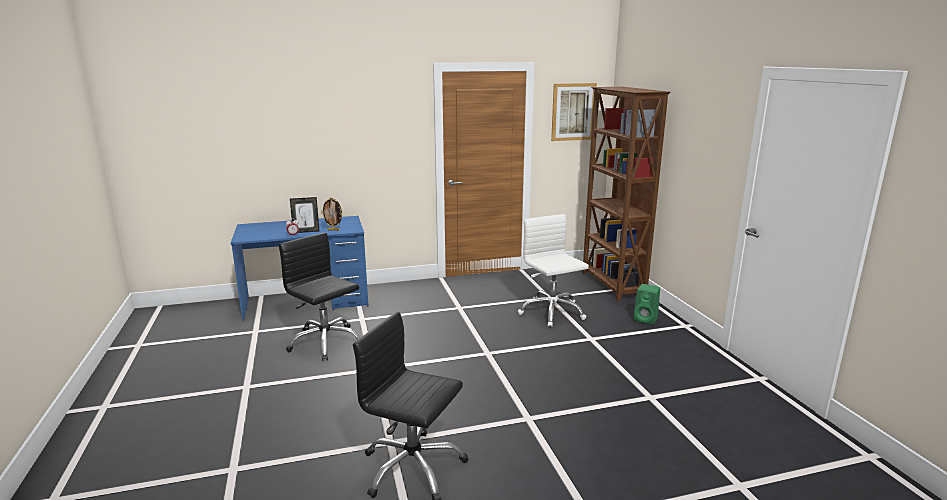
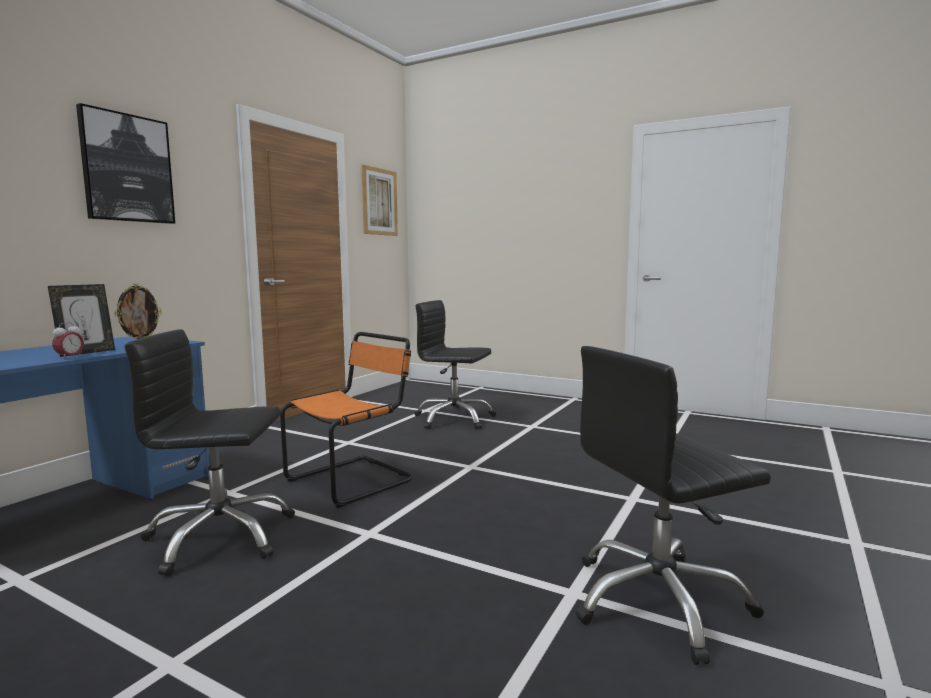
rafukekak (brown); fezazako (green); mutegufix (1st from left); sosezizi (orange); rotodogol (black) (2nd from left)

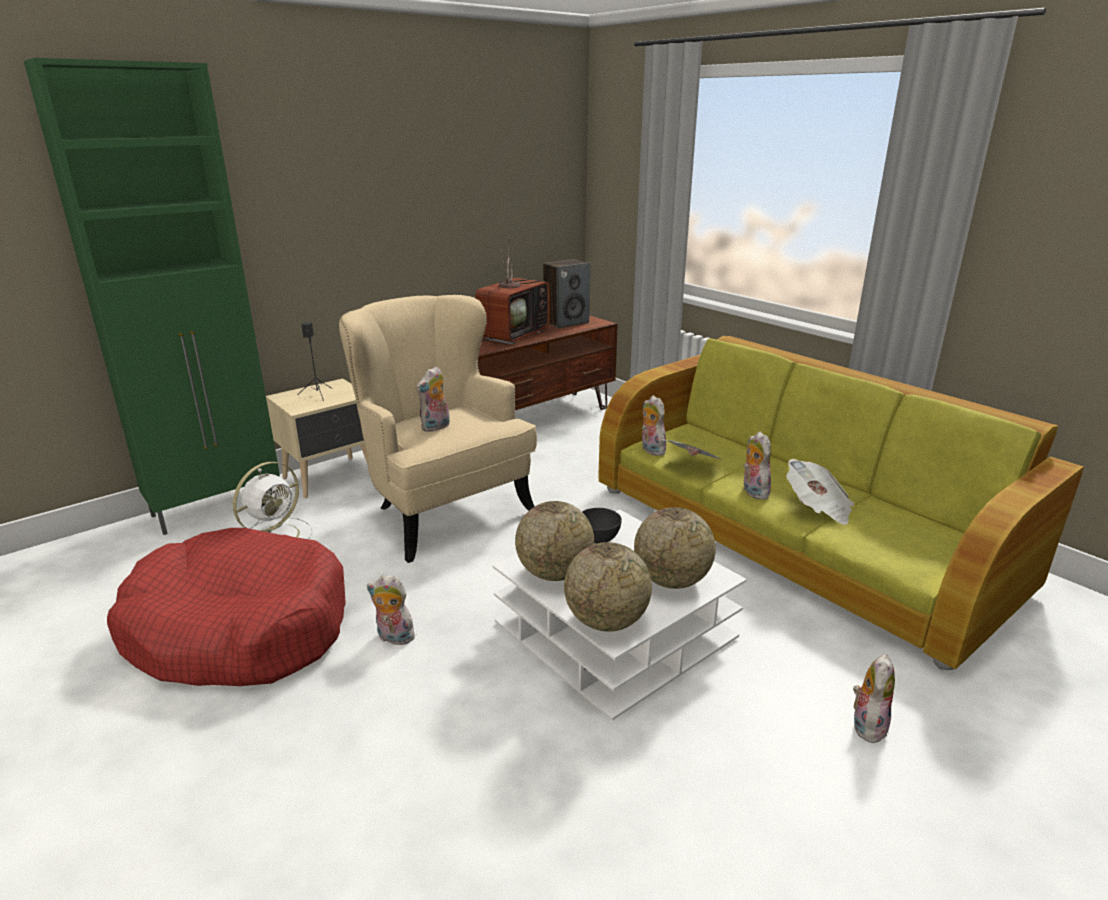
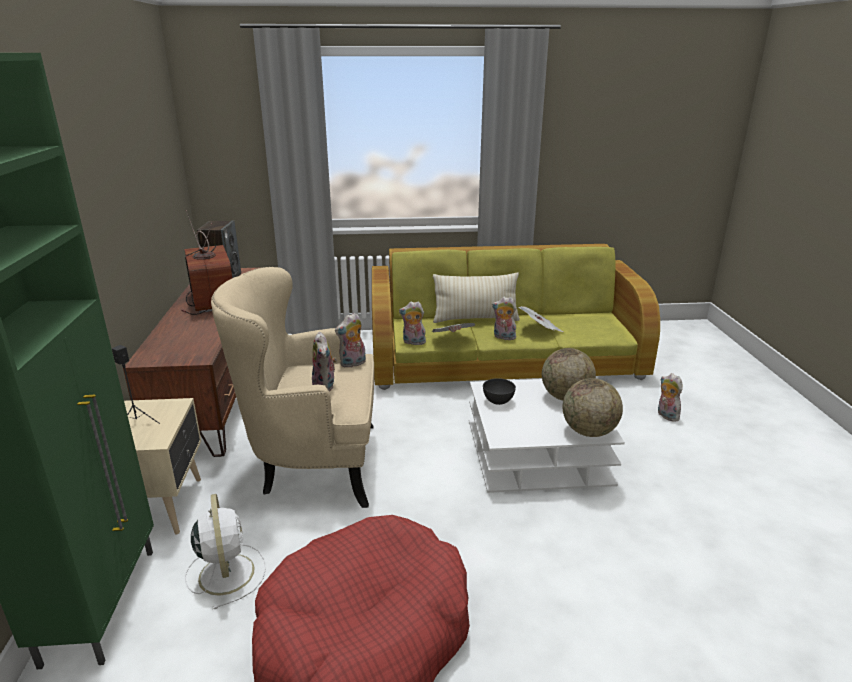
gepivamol (1st from left in the first image); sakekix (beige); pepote (2nd from left)

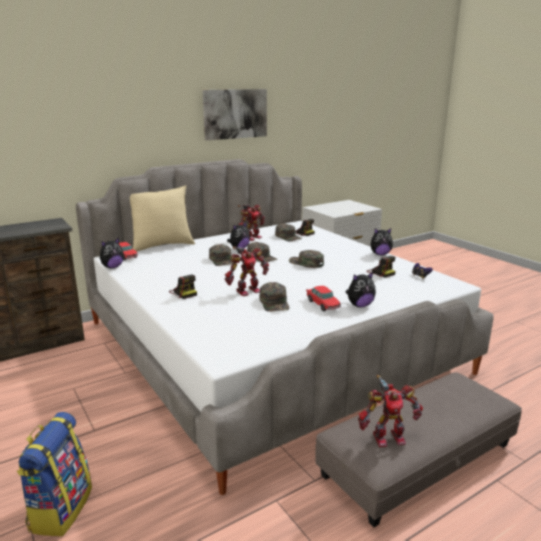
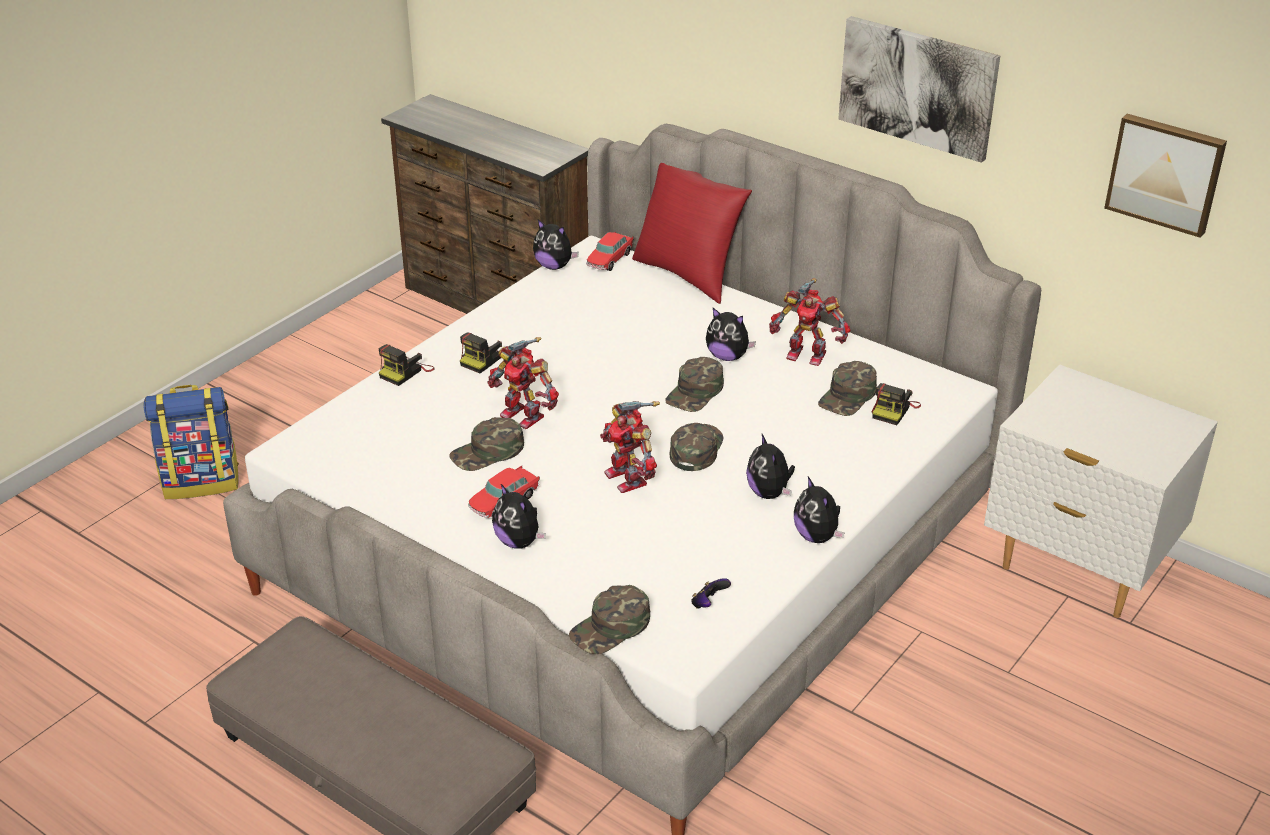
pepote (4th from left); mutegufix (2nd from left); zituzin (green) (2nd from left); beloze (2nd from left); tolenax (1st from left); sakekix (red)

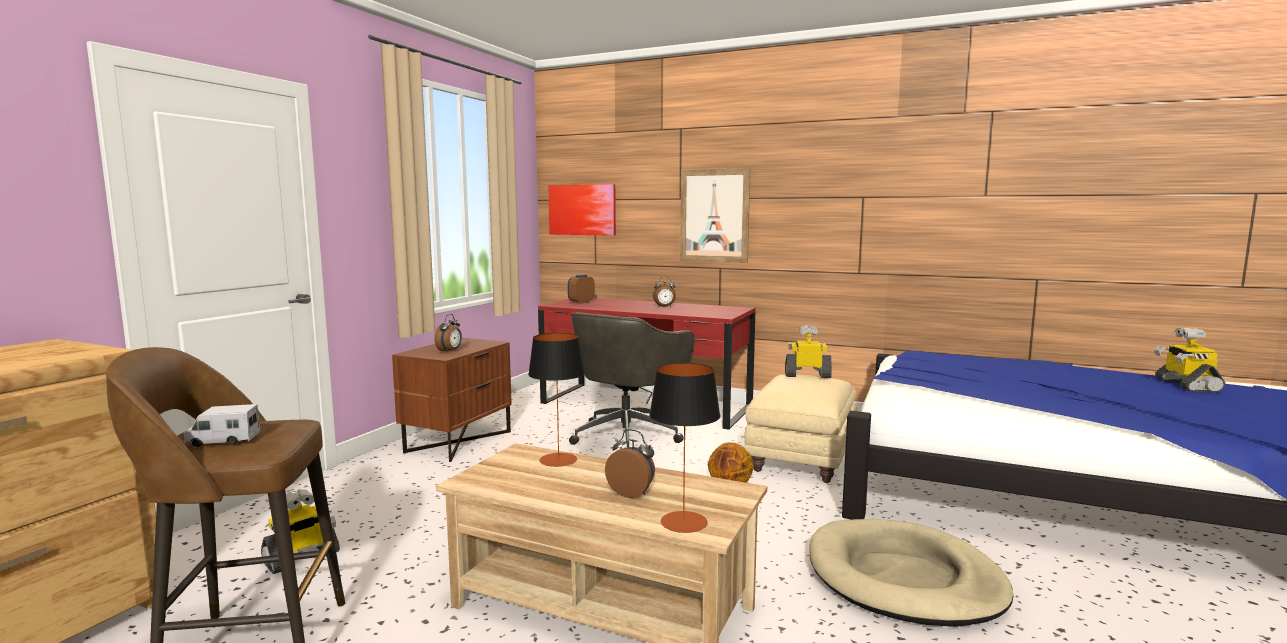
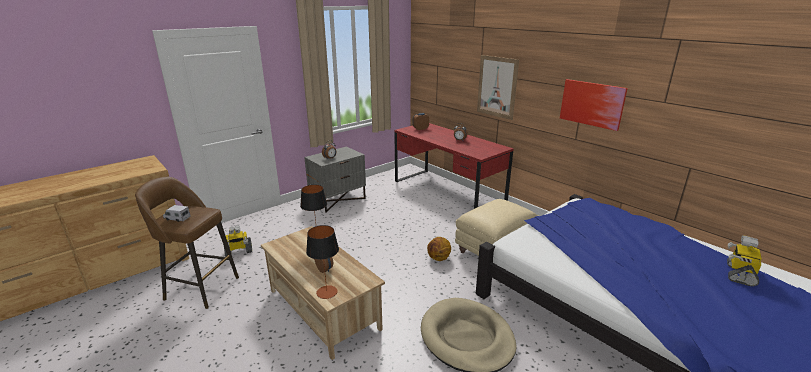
rotodogol (grey); beloze (2nd from left in the first image); mutegufix (2nd from left); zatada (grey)

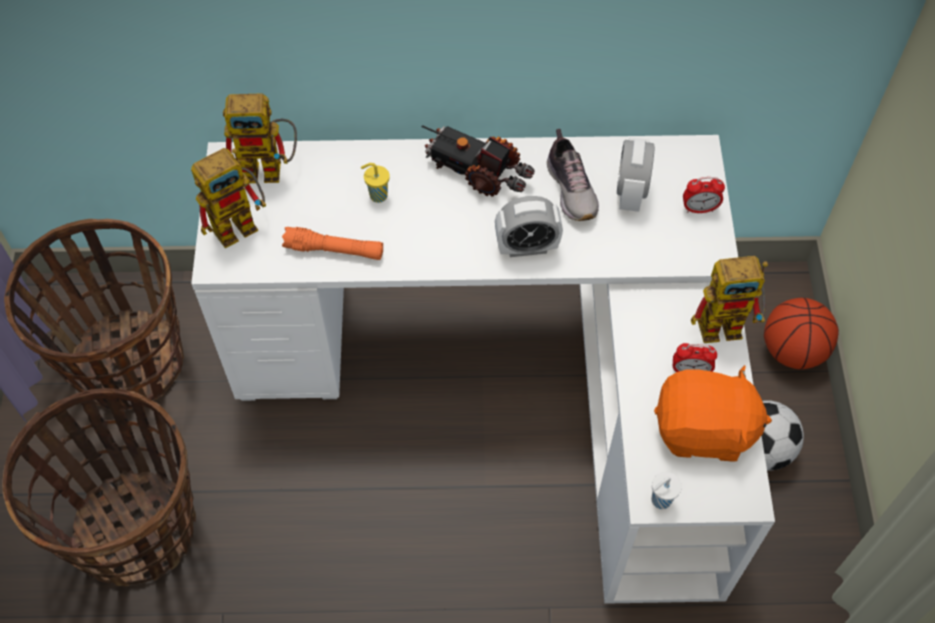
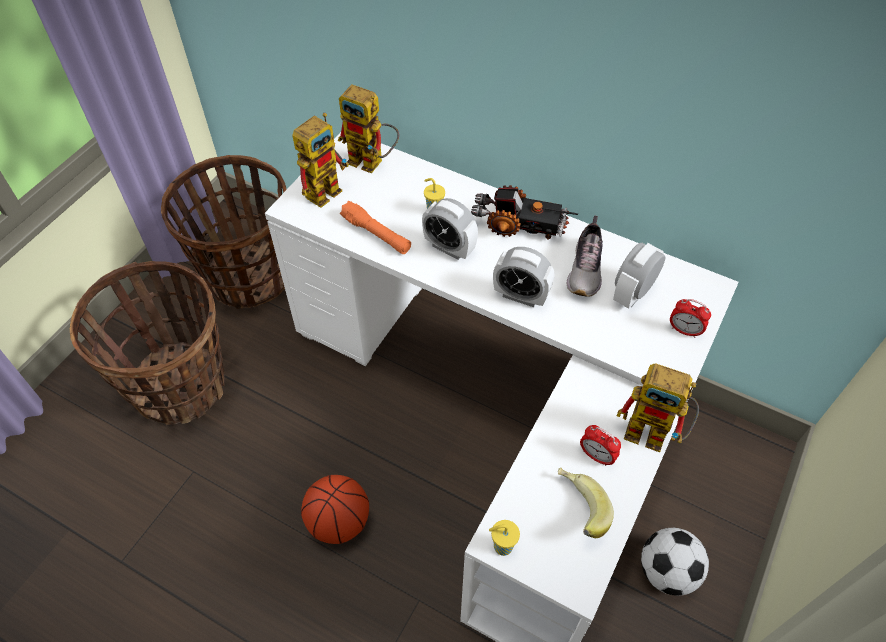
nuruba (1st from left); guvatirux; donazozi; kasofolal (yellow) (2nd from left); beloze (1st from left); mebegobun

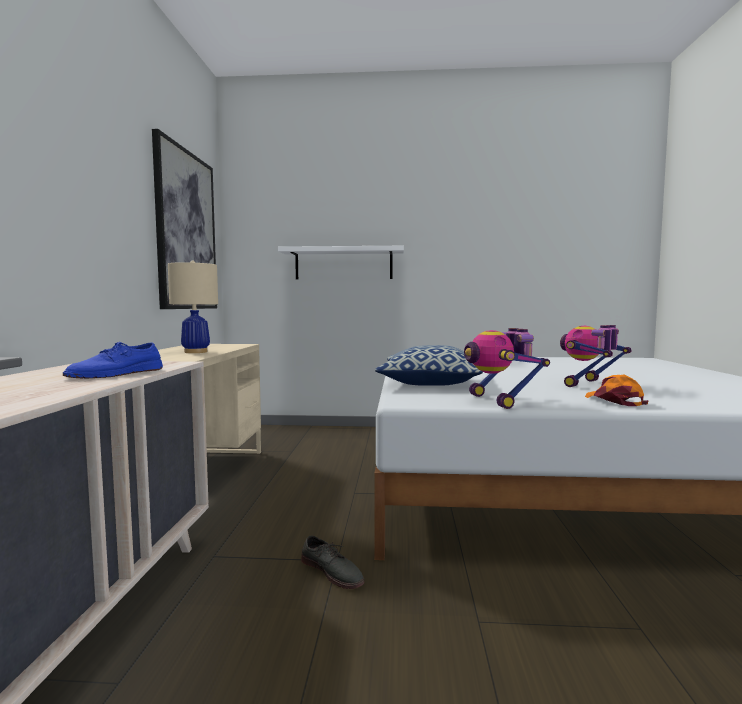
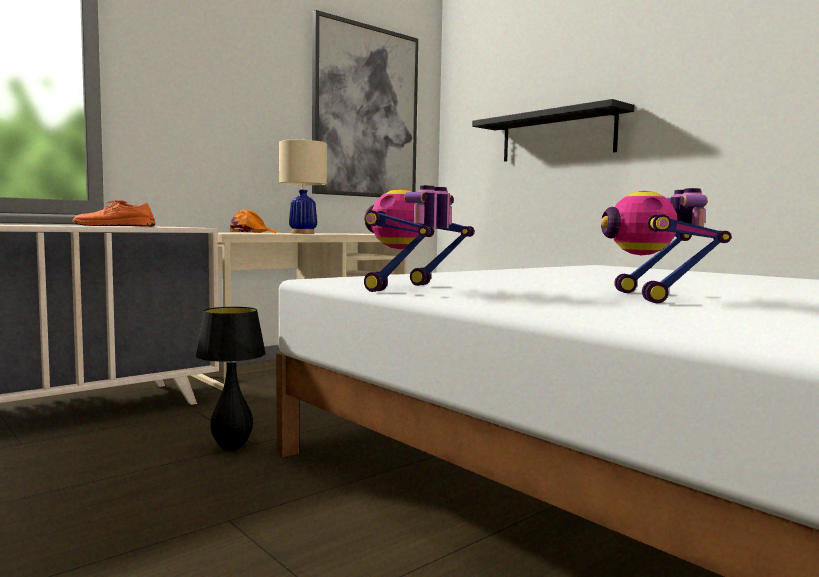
sakekix; zituzin (orange); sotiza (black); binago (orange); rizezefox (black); beloze (2nd from left)

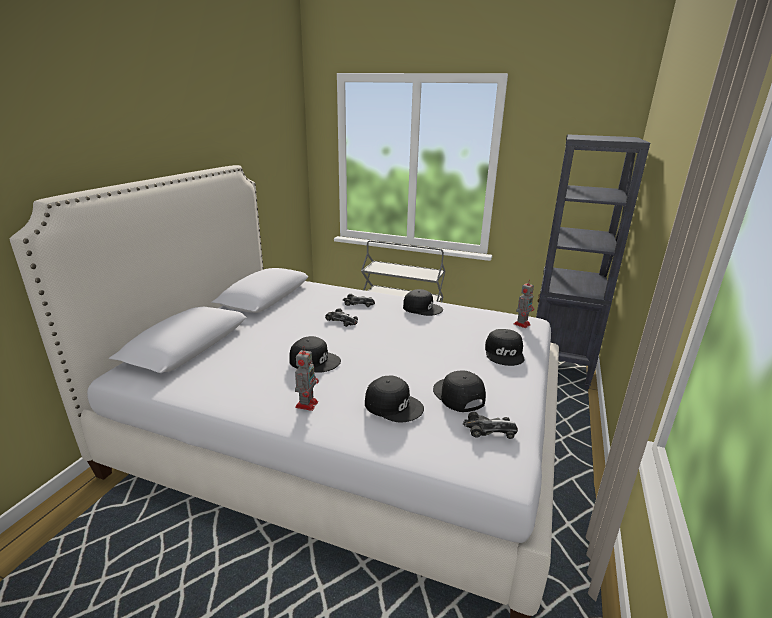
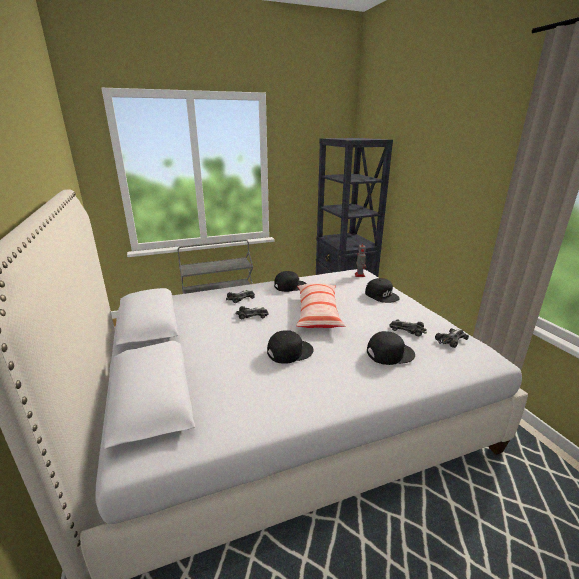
beloze (1st from left in the first image); sakekix; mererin (3rd from left)

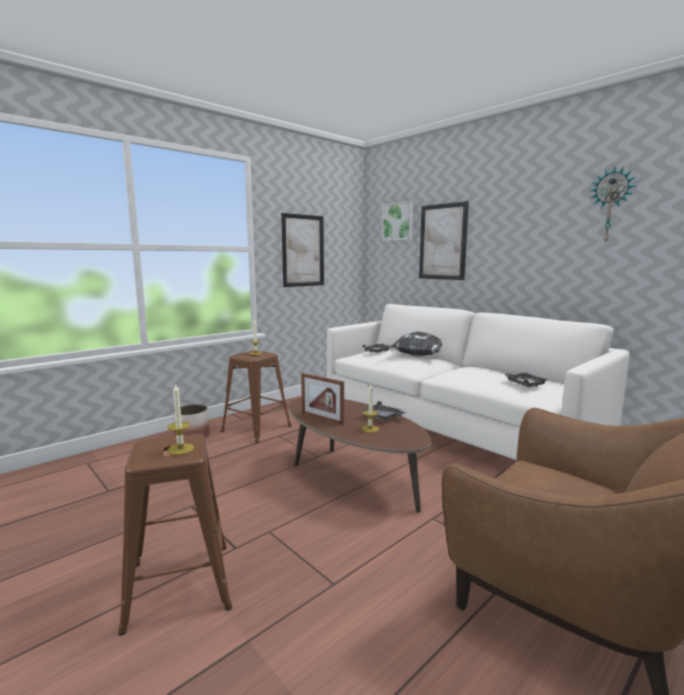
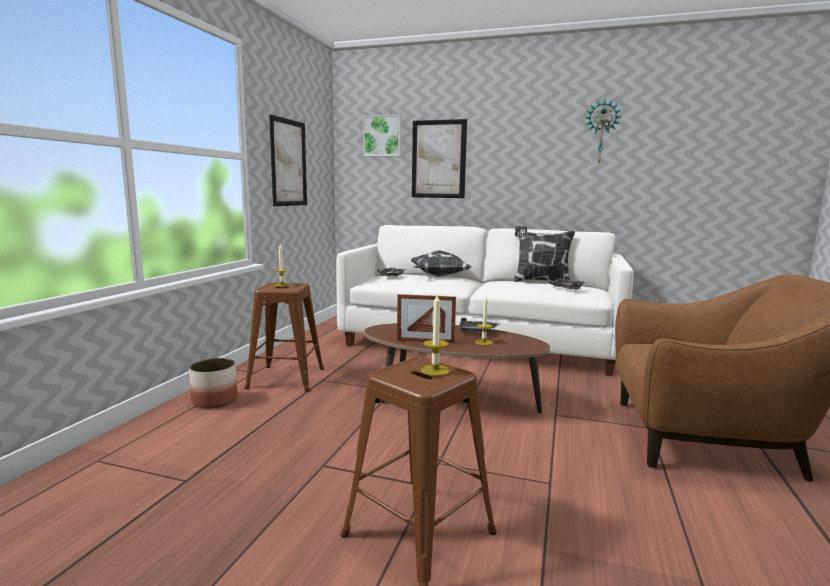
sakekix (2nd from left)

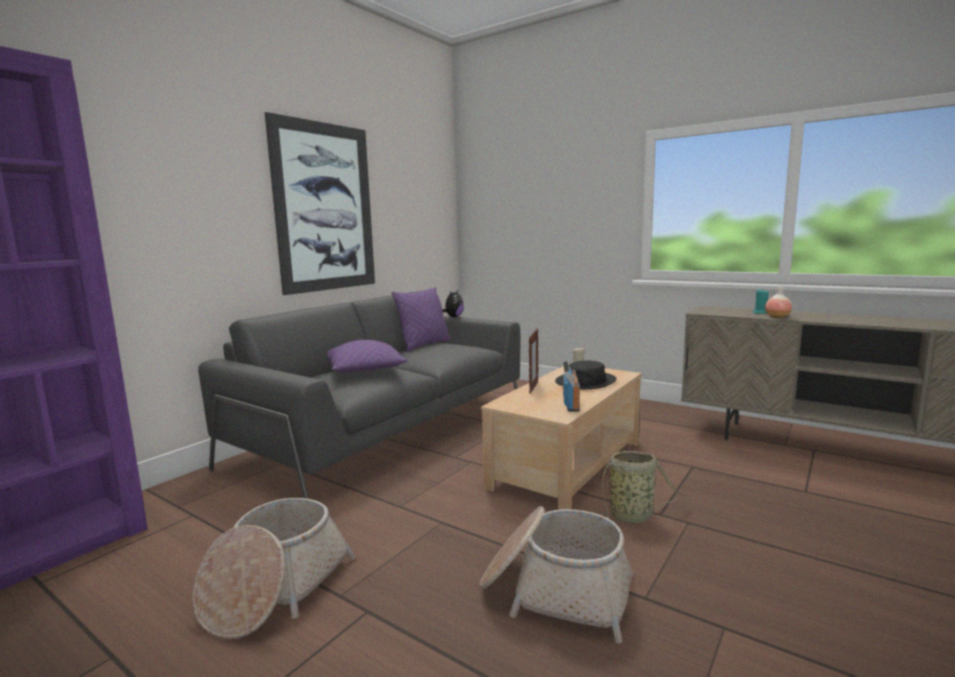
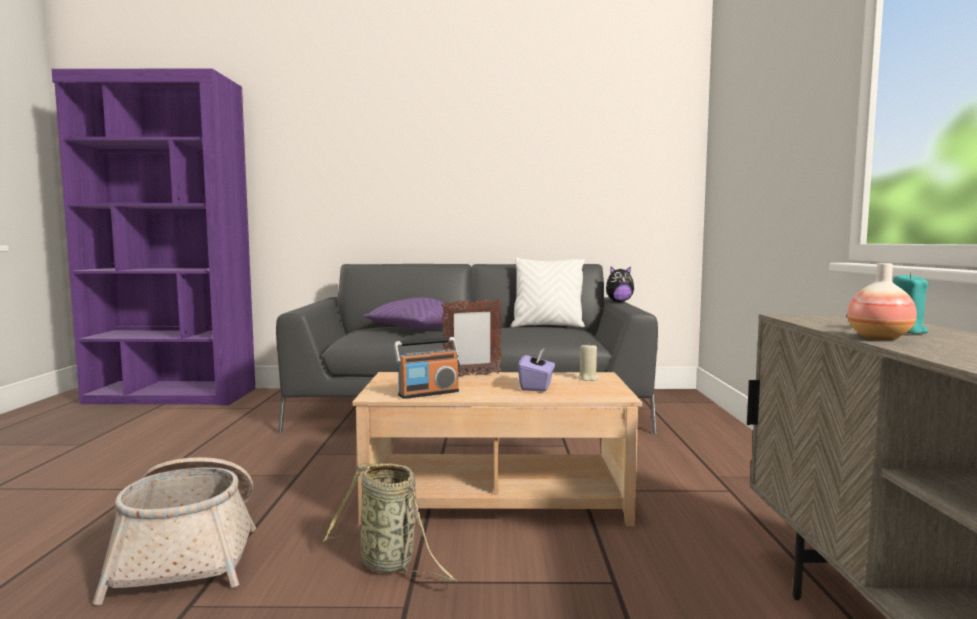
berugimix (1st from left in the first image); mutegufix; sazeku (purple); sakekix (white)

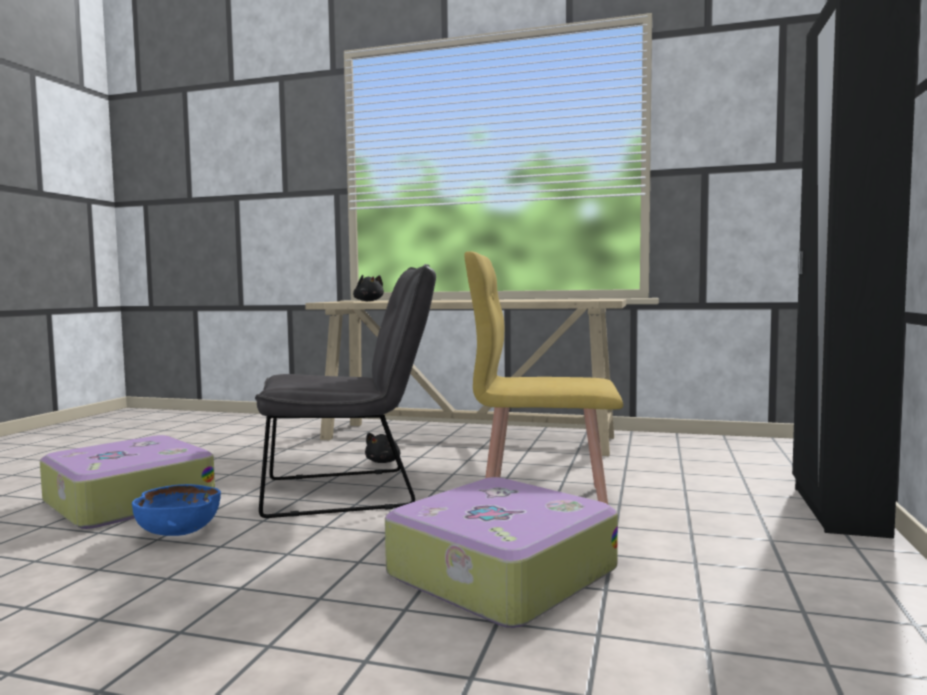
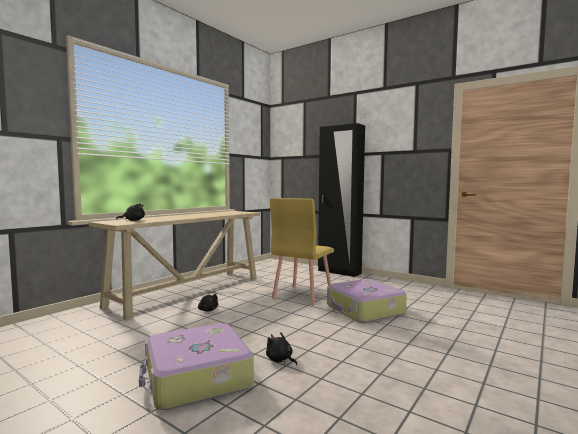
sosezizi (grey); pepote (black) (3rd from left)

